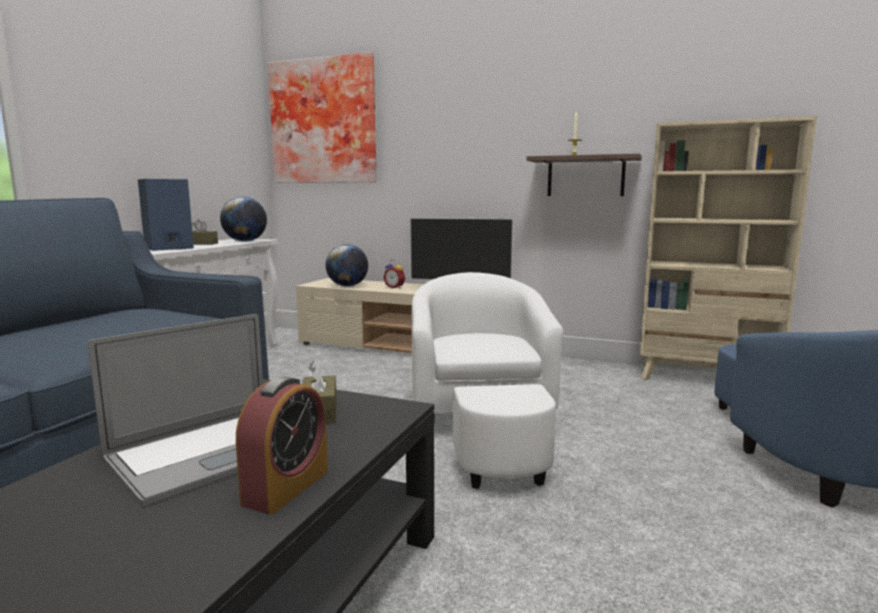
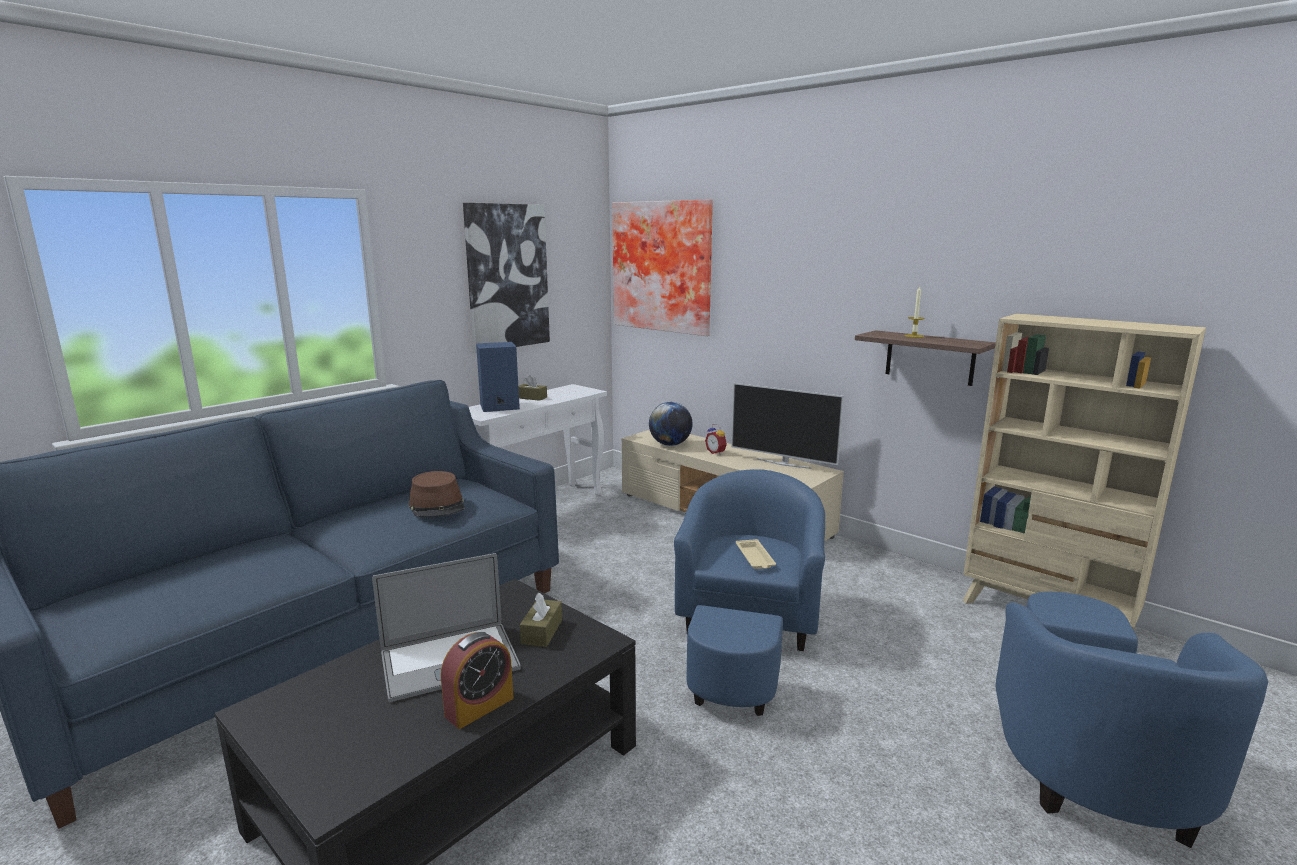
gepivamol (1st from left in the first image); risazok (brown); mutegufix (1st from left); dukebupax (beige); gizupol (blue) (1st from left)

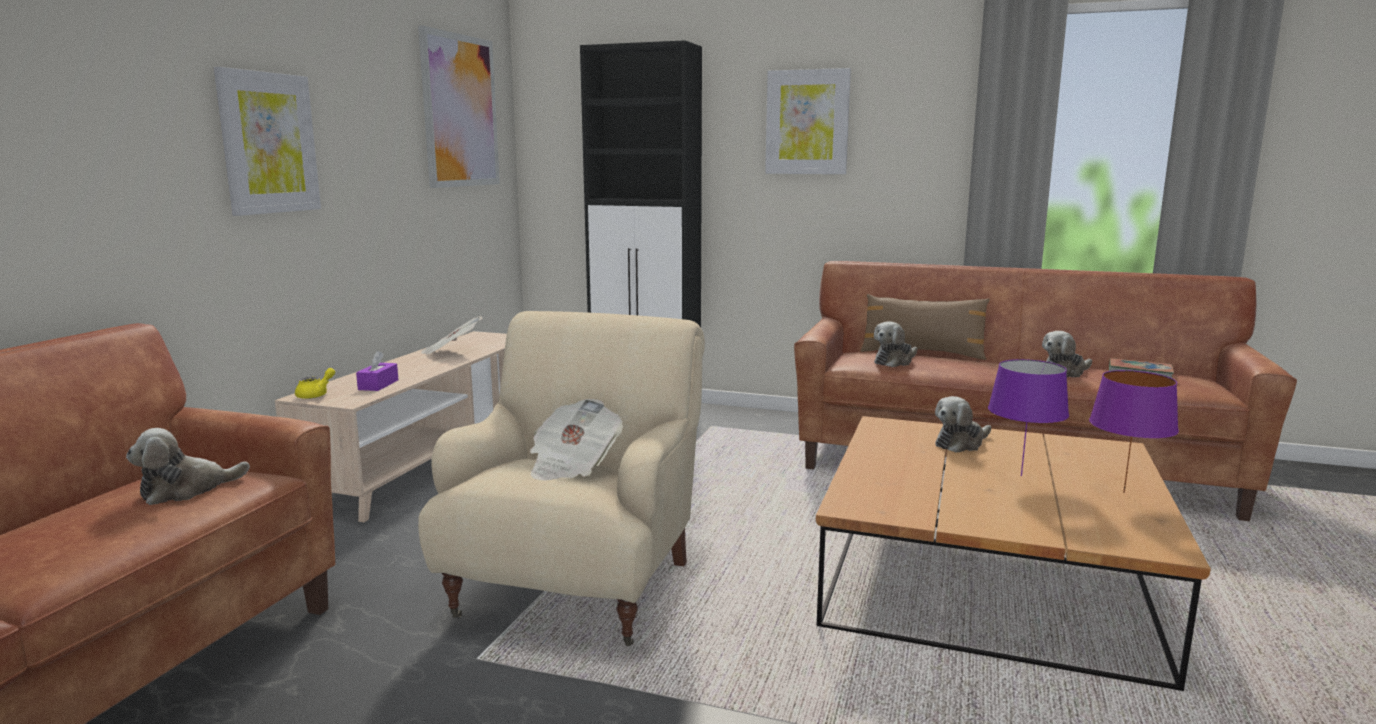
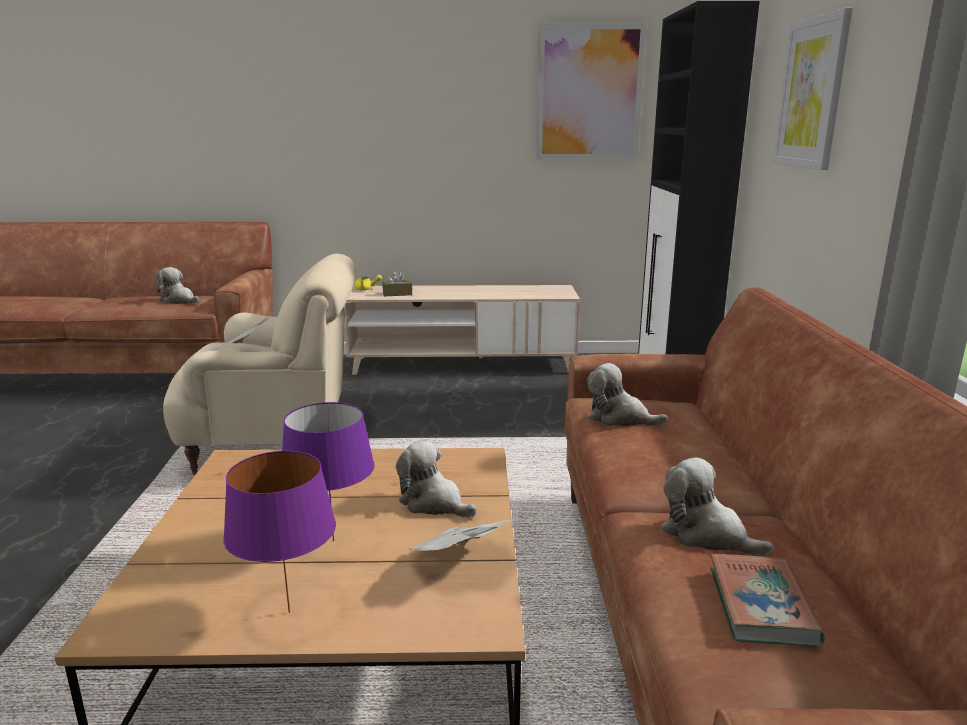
mutegufix (1st from left in the first image); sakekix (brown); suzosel (2nd from left); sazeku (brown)

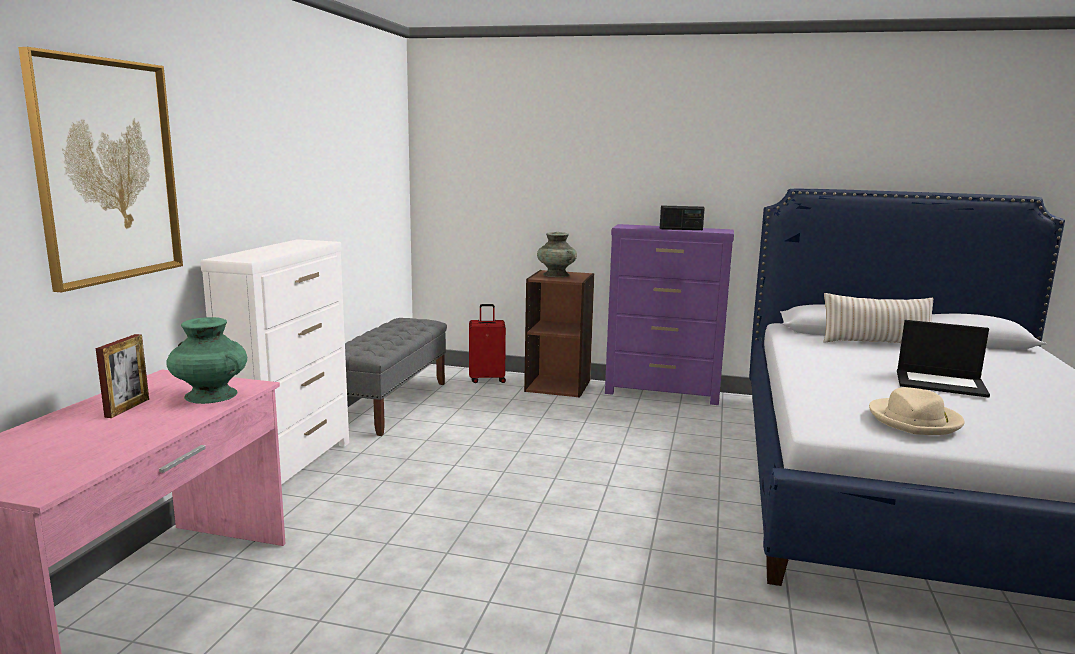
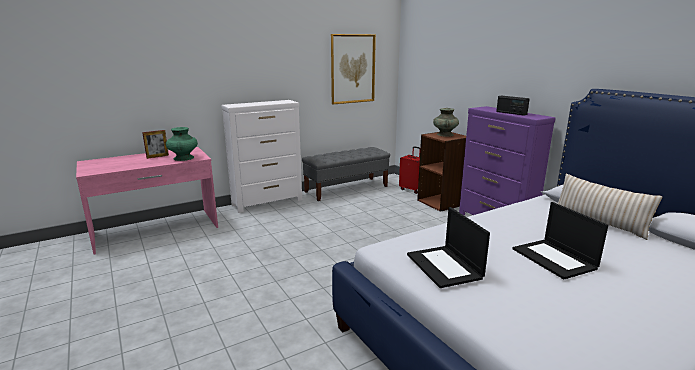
mutegufix; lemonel (1st from left)

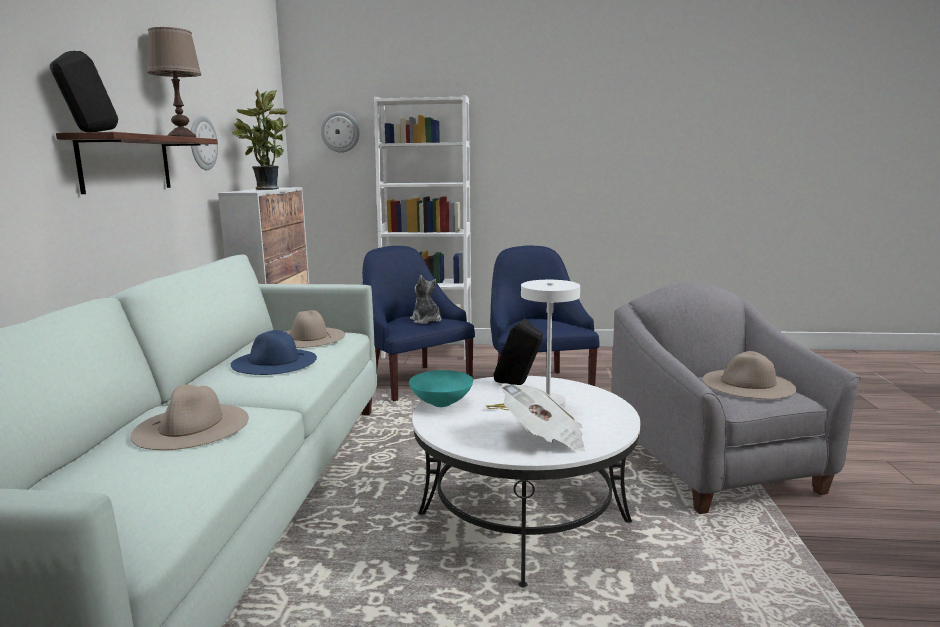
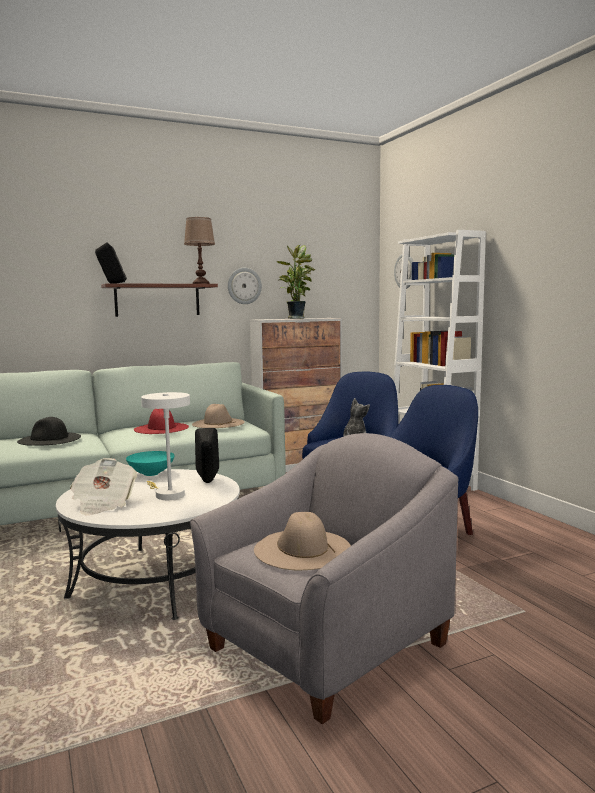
risazok (black); risazok (red)

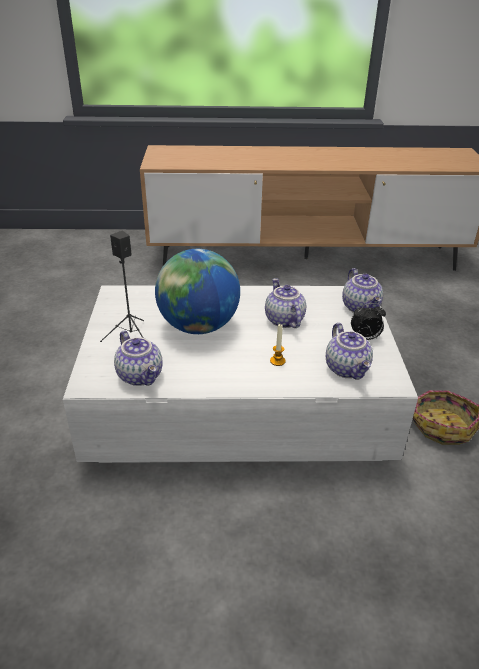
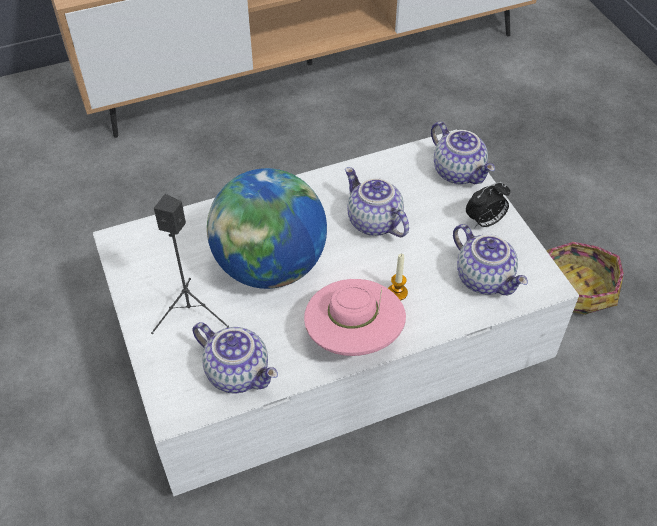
risazok (pink)

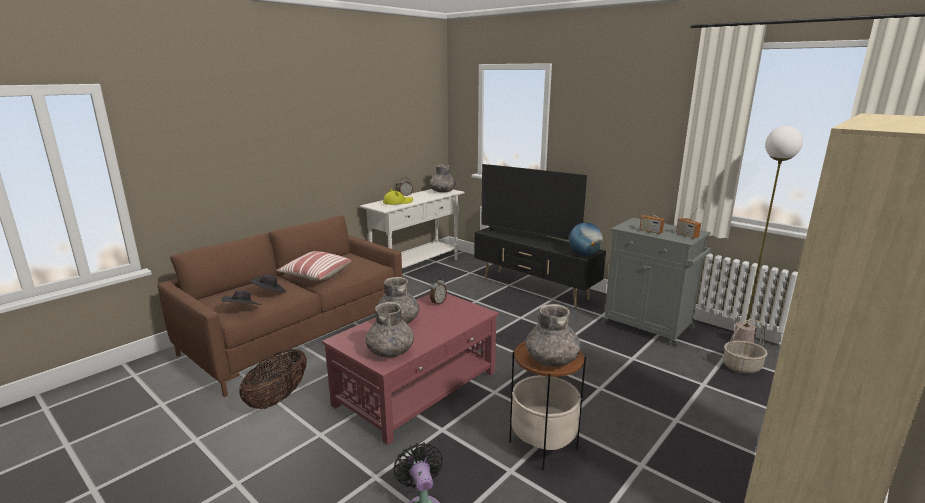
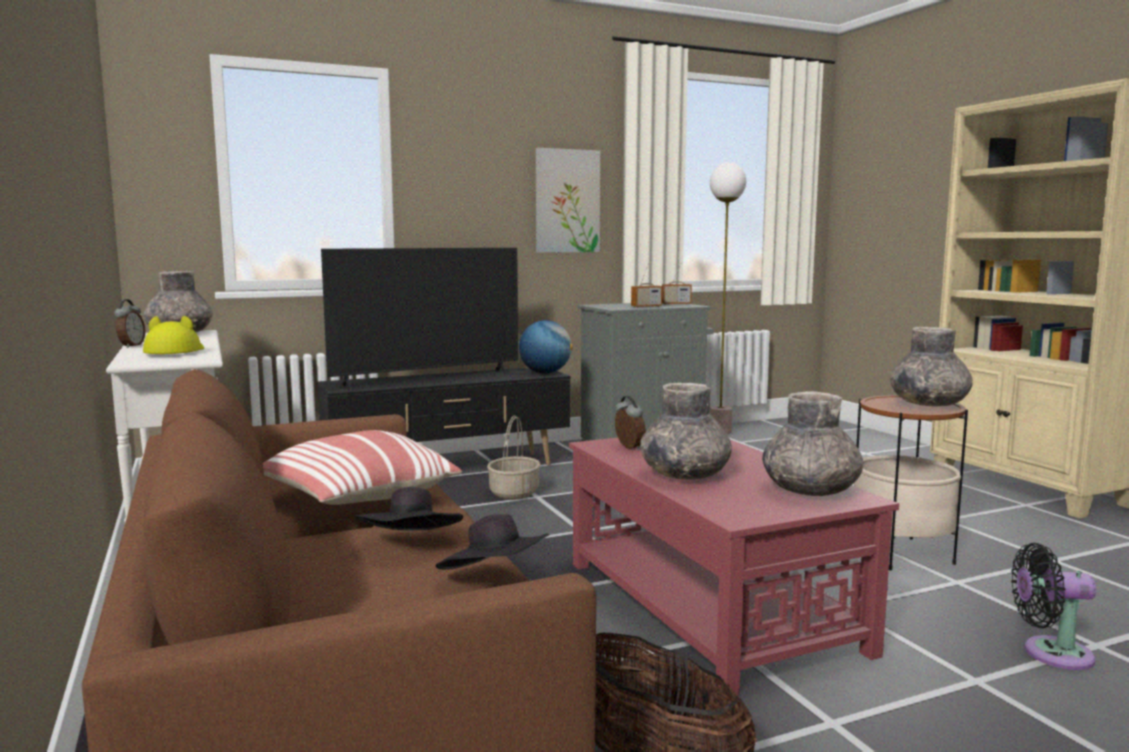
mutegufix; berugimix (1st from left)

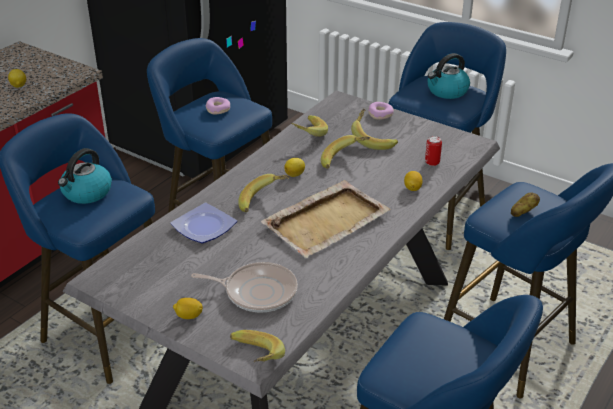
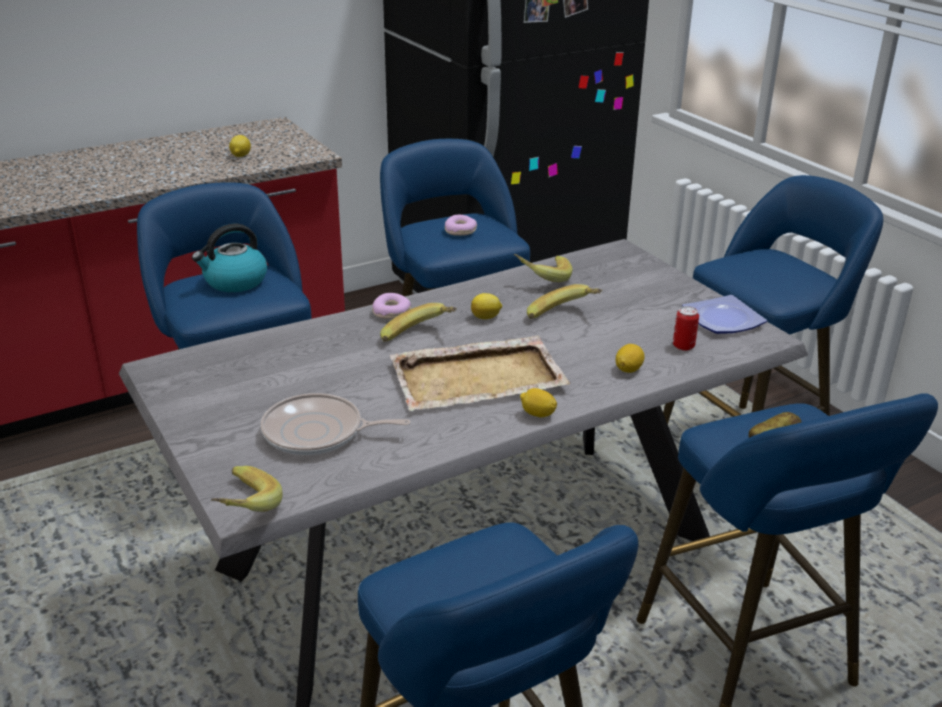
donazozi (5th from left in the first image); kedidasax (2nd from left in the first image); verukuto; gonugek (3rd from left); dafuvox (1st from left); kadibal

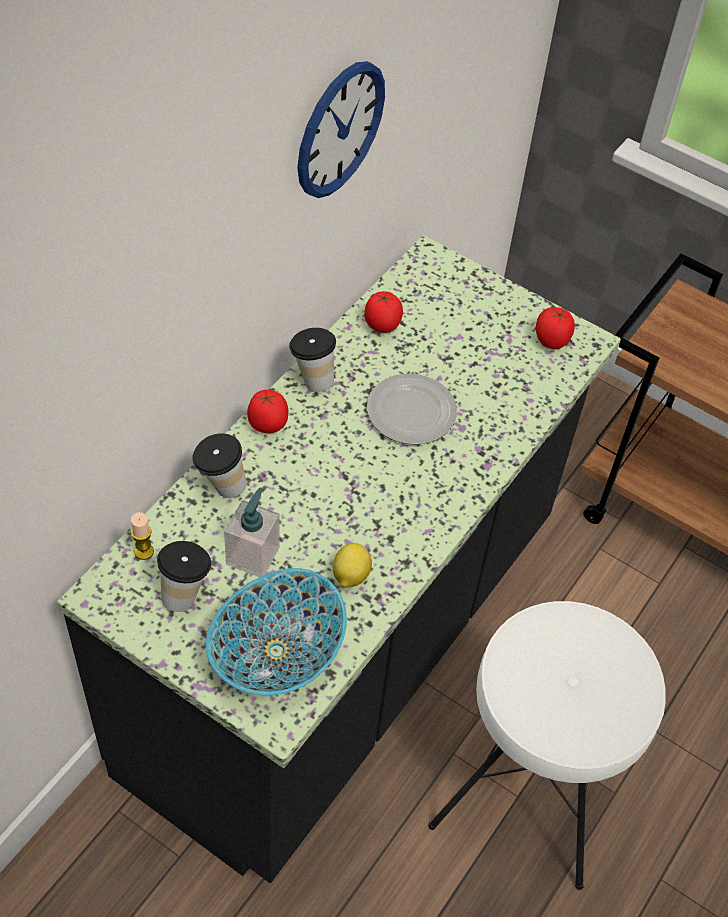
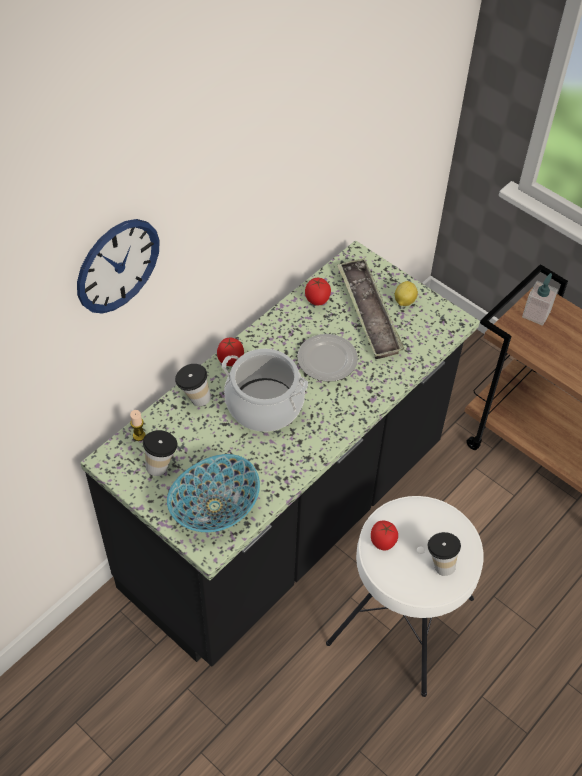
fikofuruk; dukebupax; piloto; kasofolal (3rd from left); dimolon; gonugek; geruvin (3rd from left)

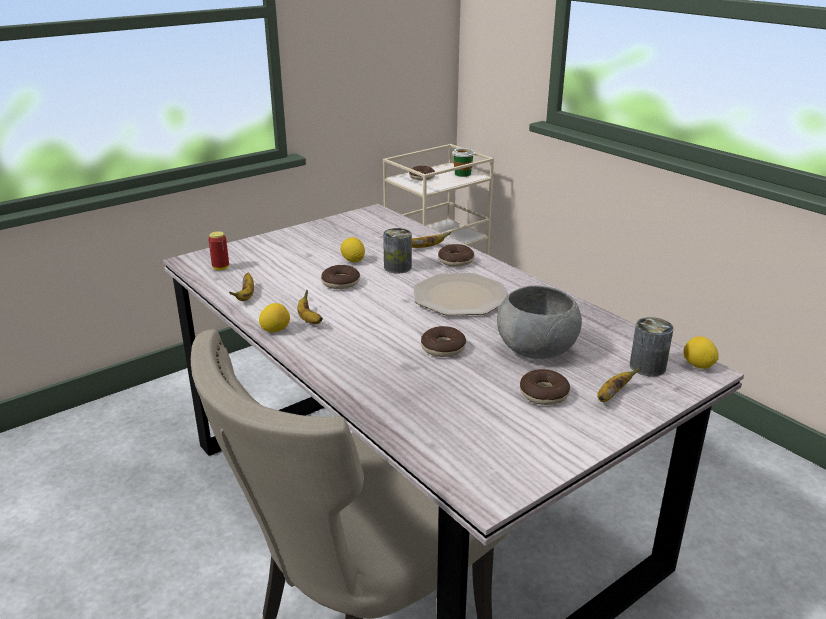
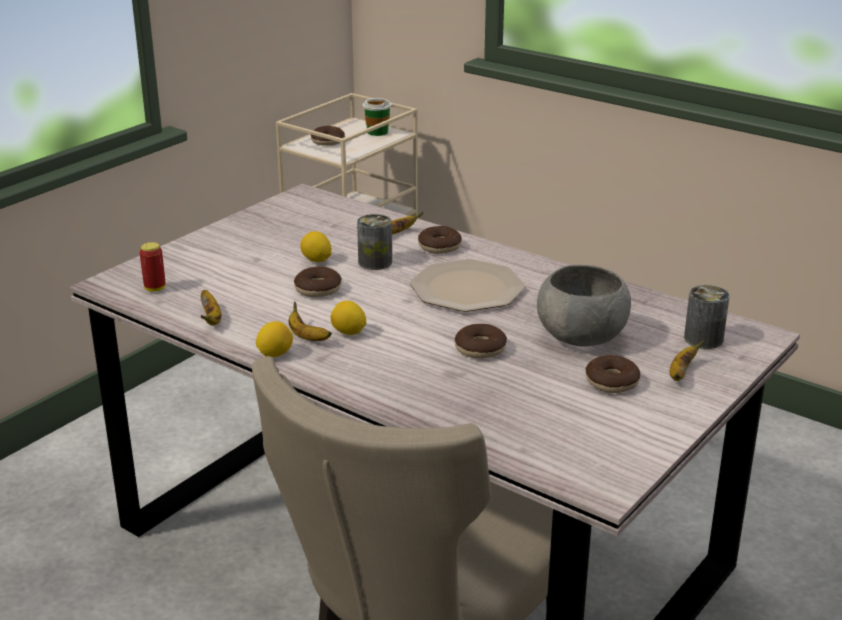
gonugek (3rd from left)

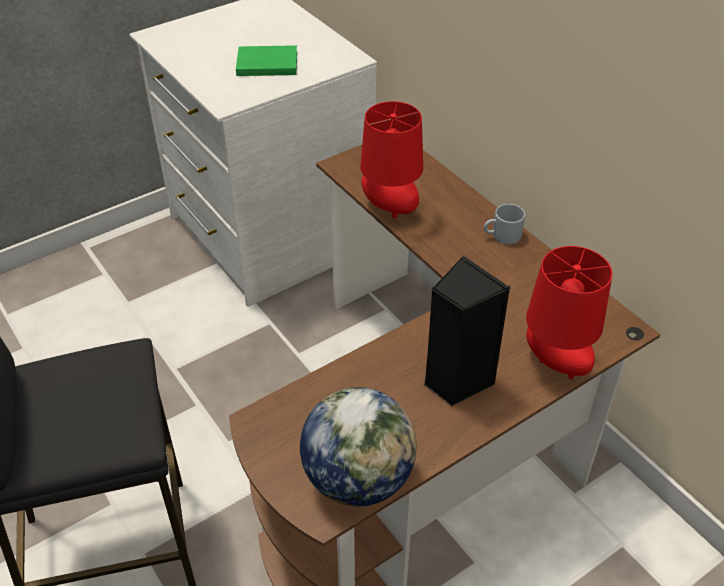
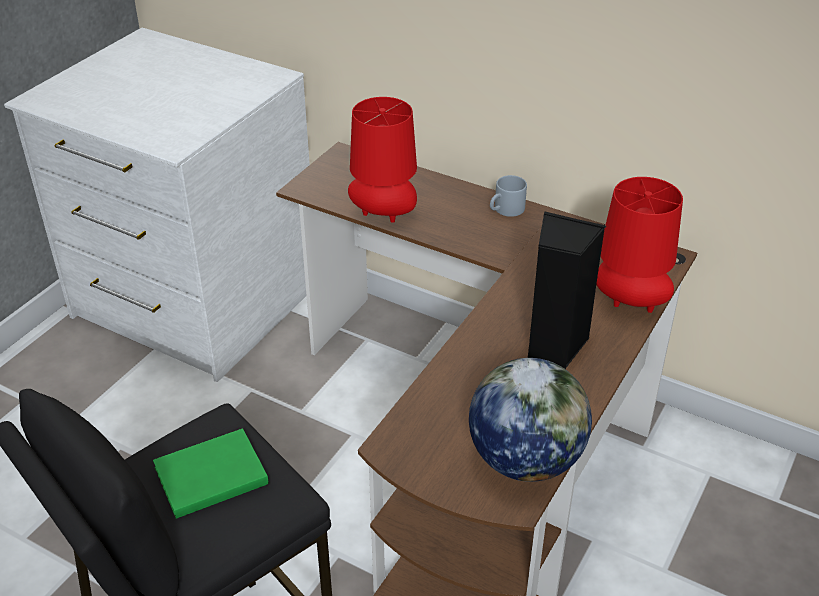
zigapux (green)

